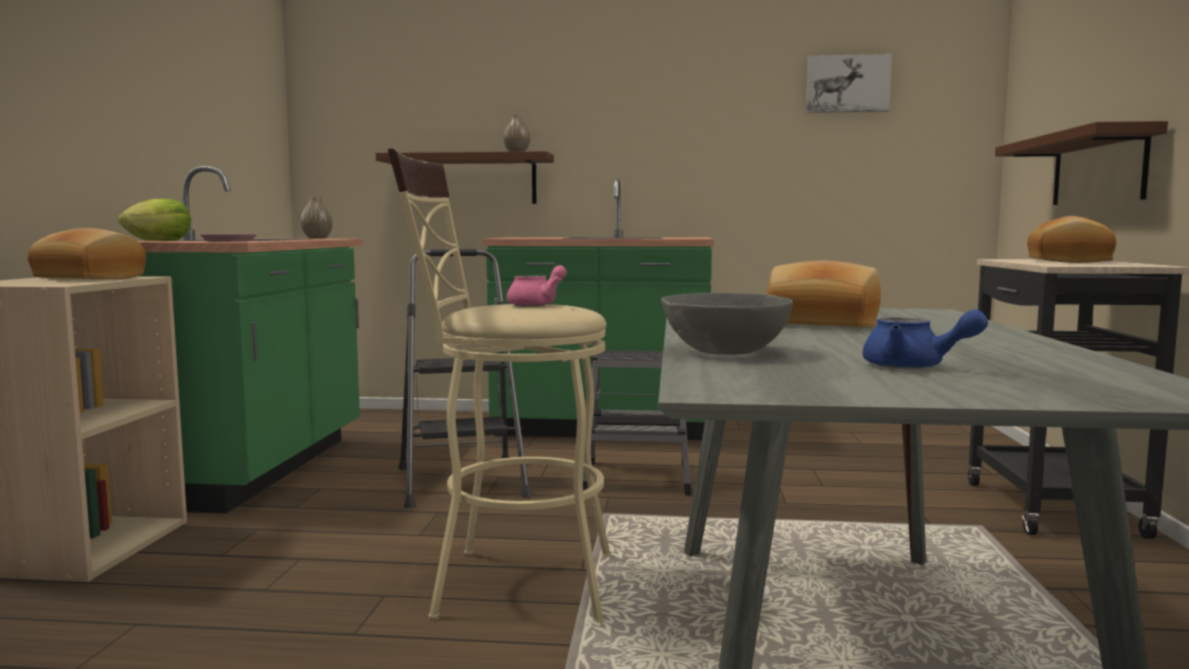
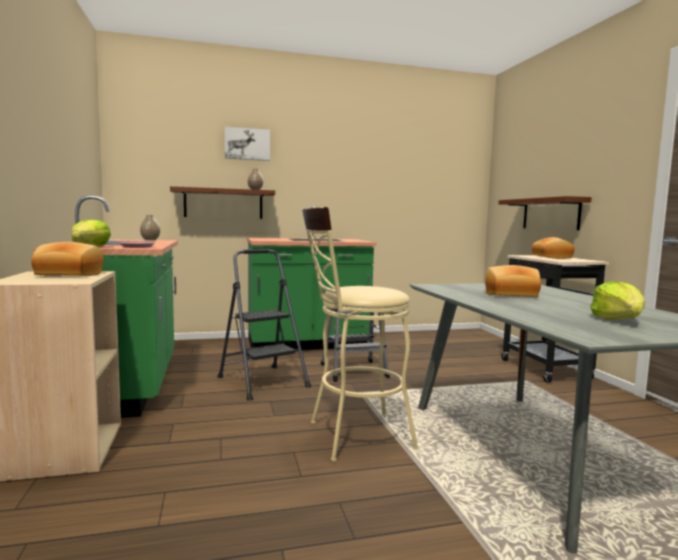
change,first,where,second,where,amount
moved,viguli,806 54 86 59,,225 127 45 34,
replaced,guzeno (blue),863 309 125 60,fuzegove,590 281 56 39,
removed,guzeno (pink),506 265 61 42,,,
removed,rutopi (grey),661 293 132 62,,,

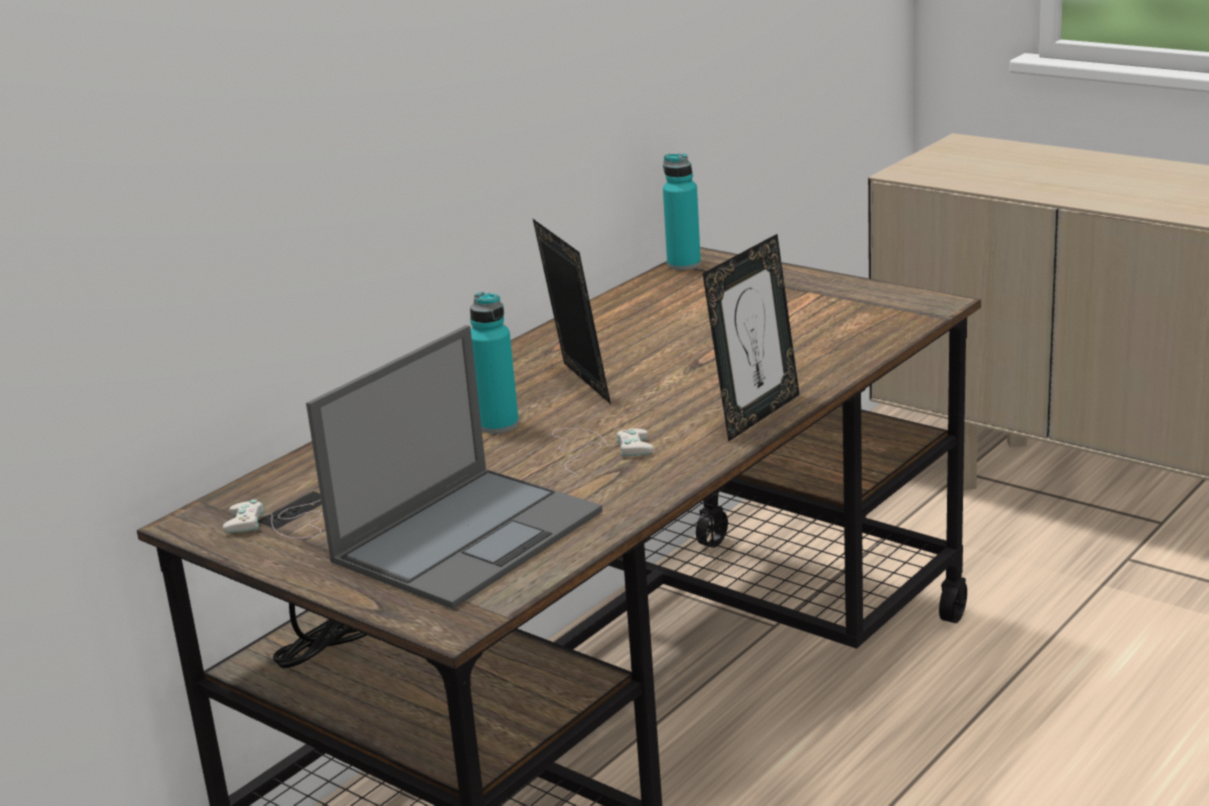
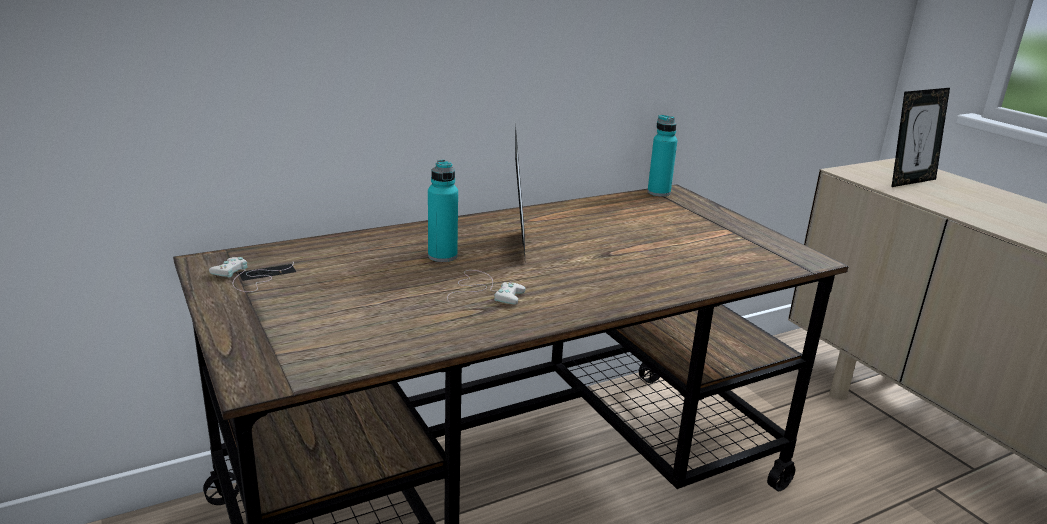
change,first,where,second,where,amount
moved,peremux,703 234 97 208,,892 88 58 99,
removed,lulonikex,306 325 297 284,,,

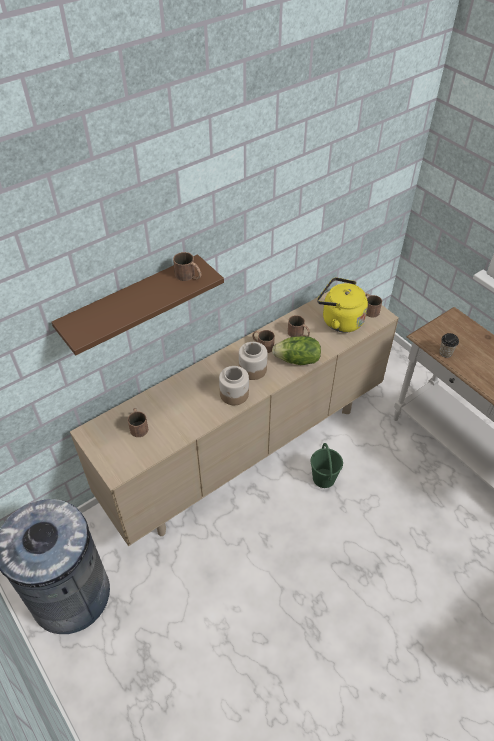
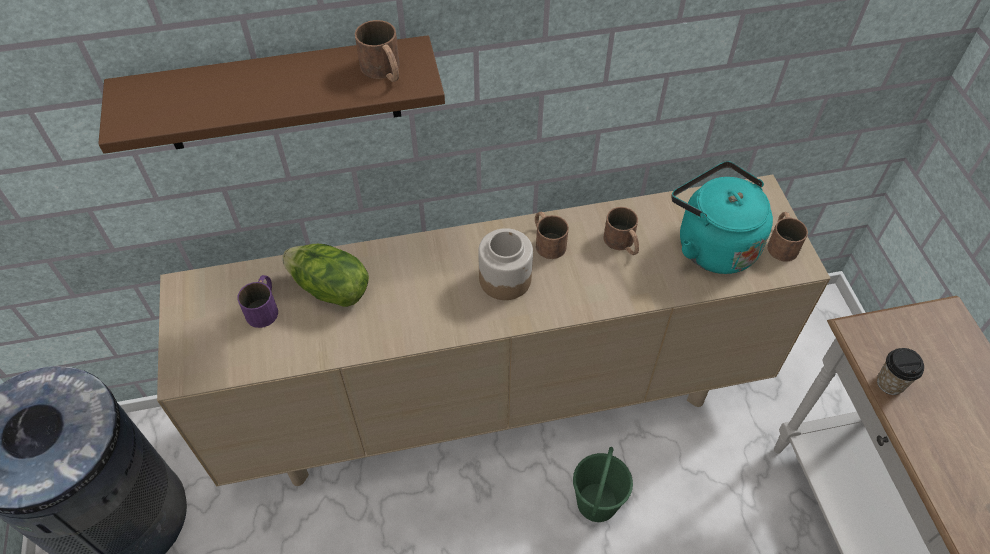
change,first,where,second,where,amount
recoloured,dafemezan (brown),128 408 20 29,dafemezan (purple),237 275 41 53,
moved,fuzegove,272 336 49 29,,282 244 87 63,
recoloured,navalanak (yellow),317 277 51 56,navalanak (turquoise),672 161 101 113,
removed,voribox,219 366 30 39,,,

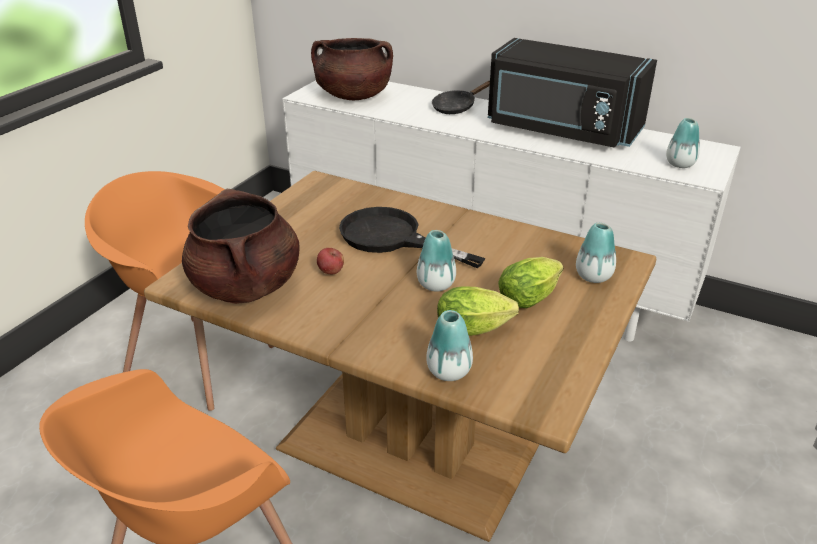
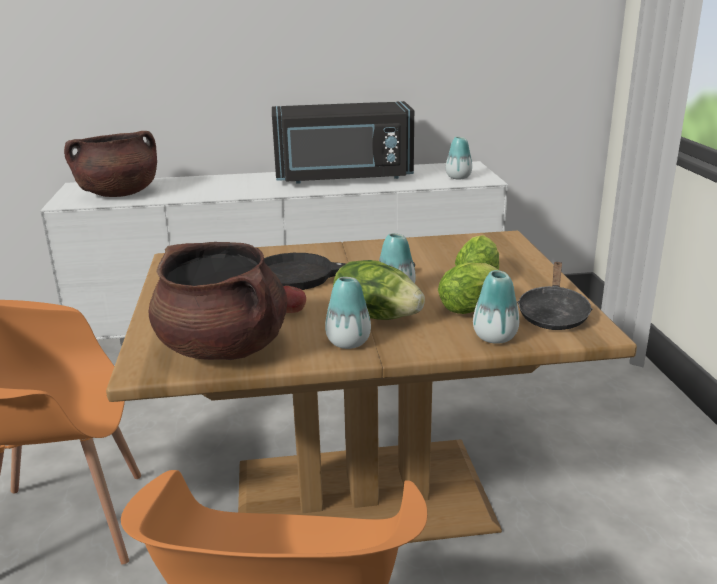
change,first,where,second,where,amount
moved,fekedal,576 223 40 60,,325 277 46 72,
added,,,fuzegove,333 260 92 60,
moved,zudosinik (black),432 80 58 34,,517 262 76 68,

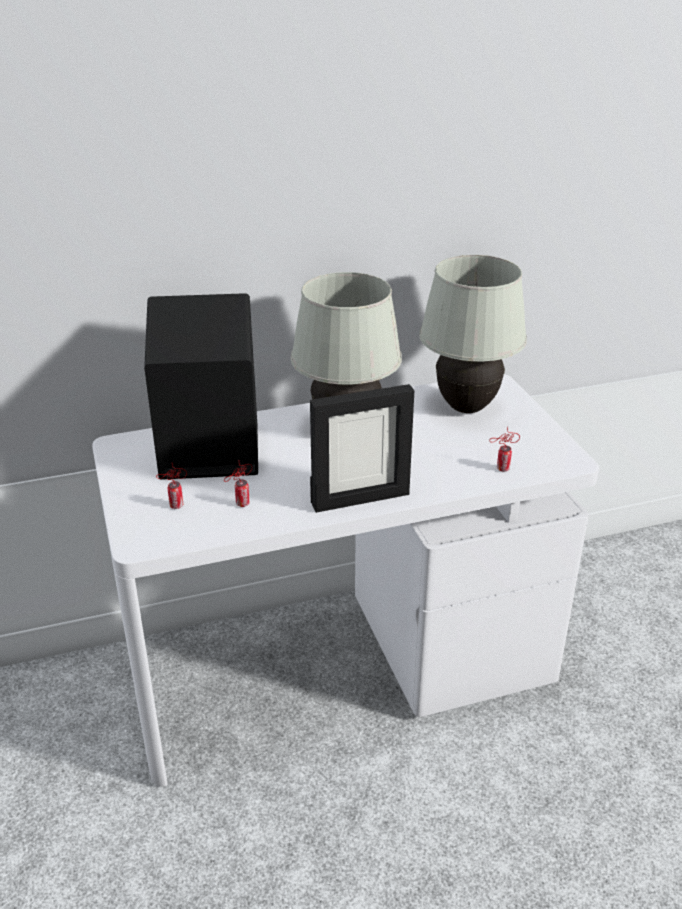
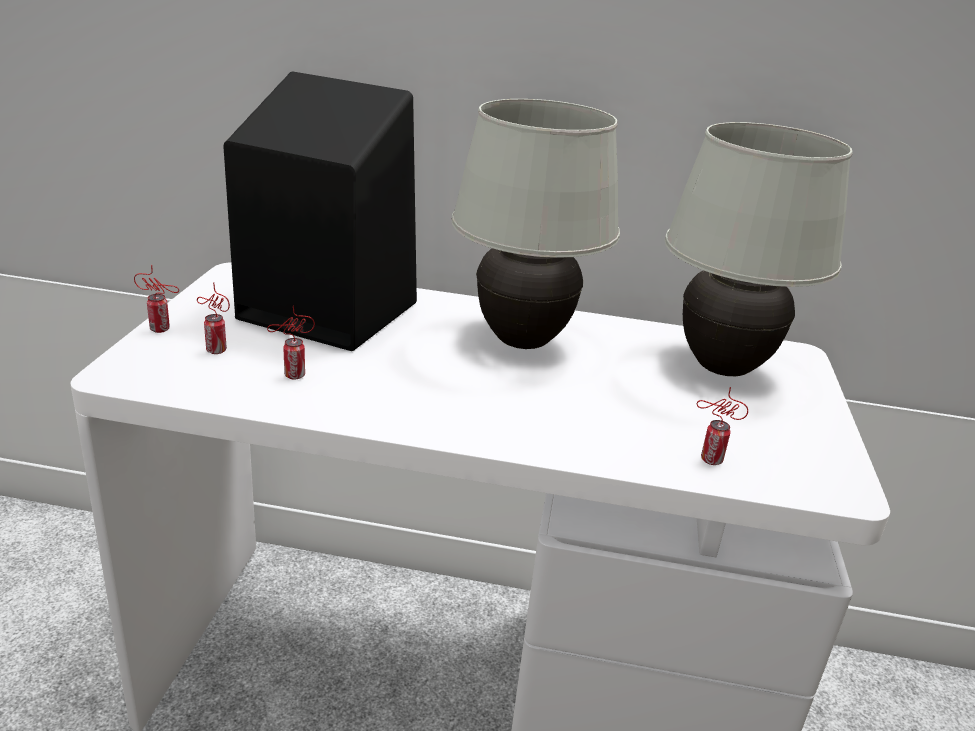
change,first,where,second,where,amount
added,,,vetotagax,134 265 45 68,
removed,peremux,310 384 104 129,,,

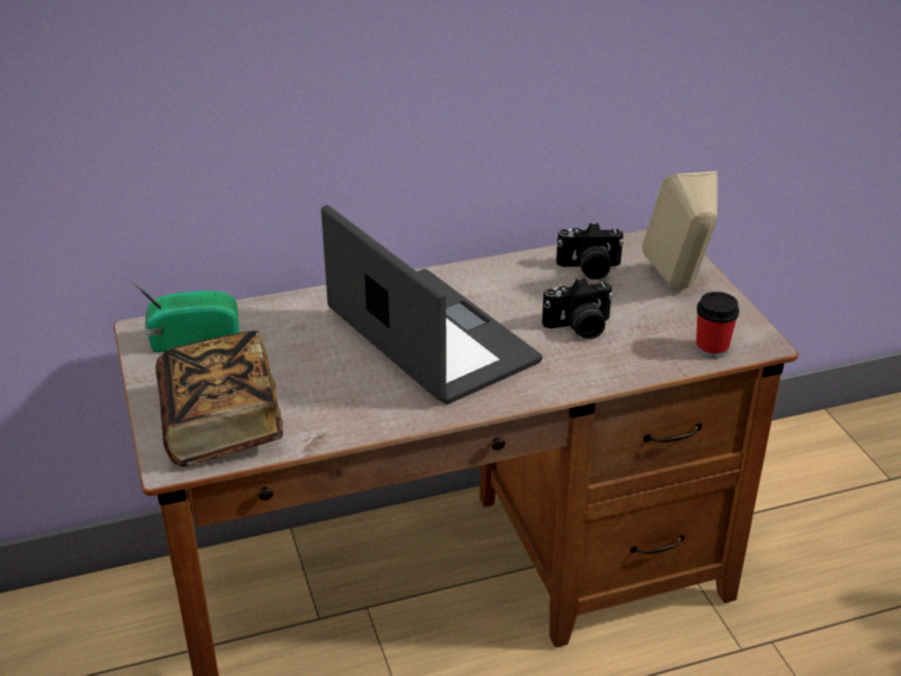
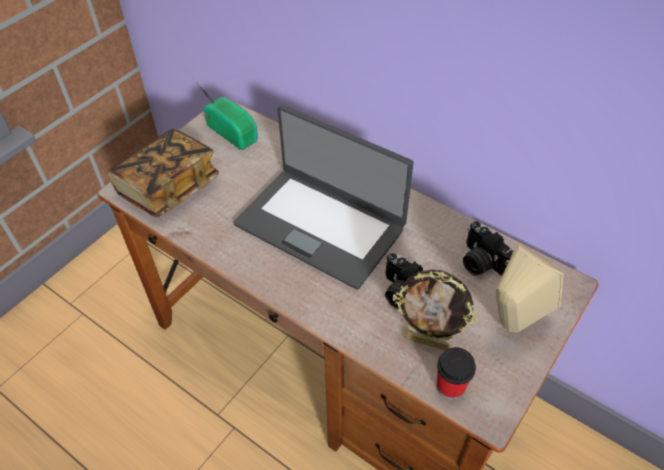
change,first,where,second,where,amount
turned,lulonikex,321 205 222 199,,234 105 180 185,105 degrees clockwise
added,,,peremux,393 269 85 81,

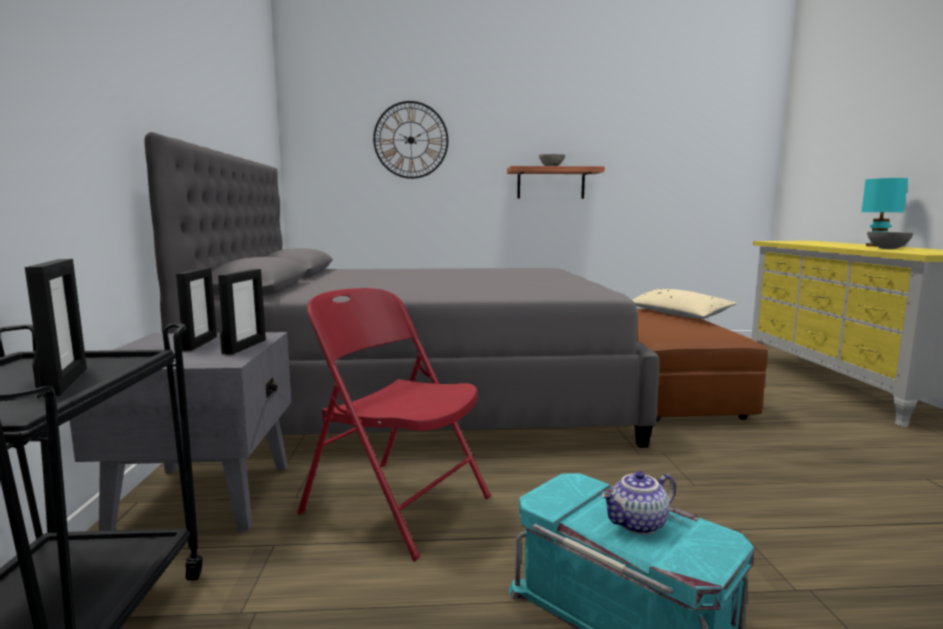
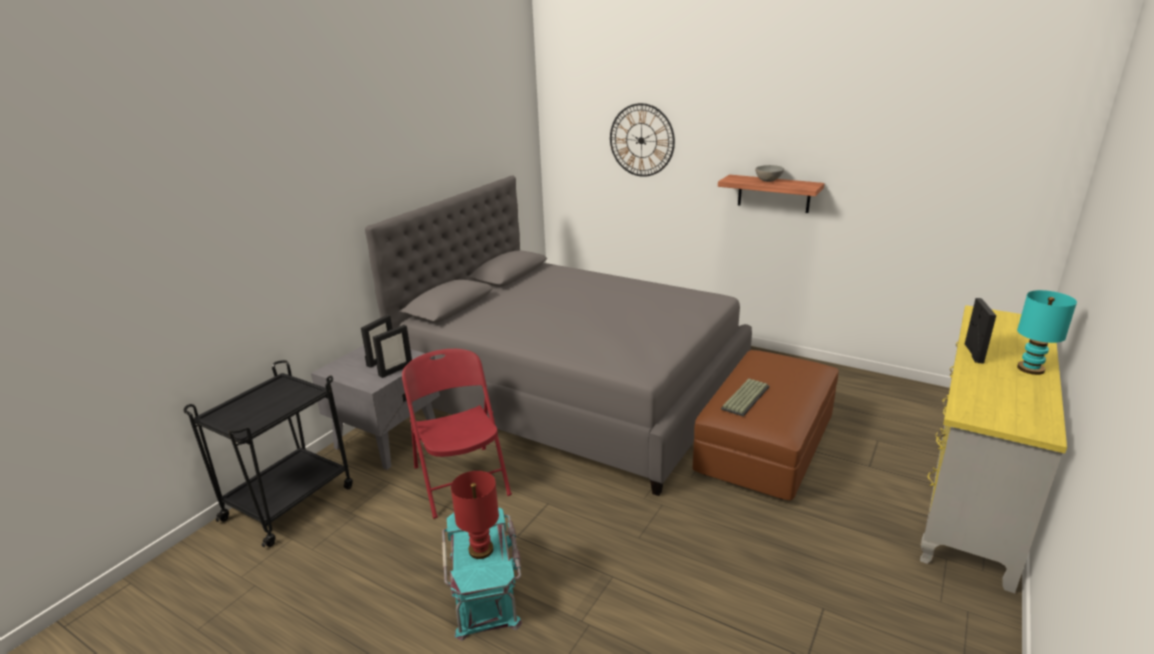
change,first,where,second,where,amount
replaced,guzeno,601 471 75 64,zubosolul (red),451 471 48 88,
added,,,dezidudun,721 378 48 39,
moved,peremux,25 259 62 139,,965 298 31 66,
removed,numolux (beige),633 289 104 30,,,
removed,rutopi (grey),867 232 46 17,,,

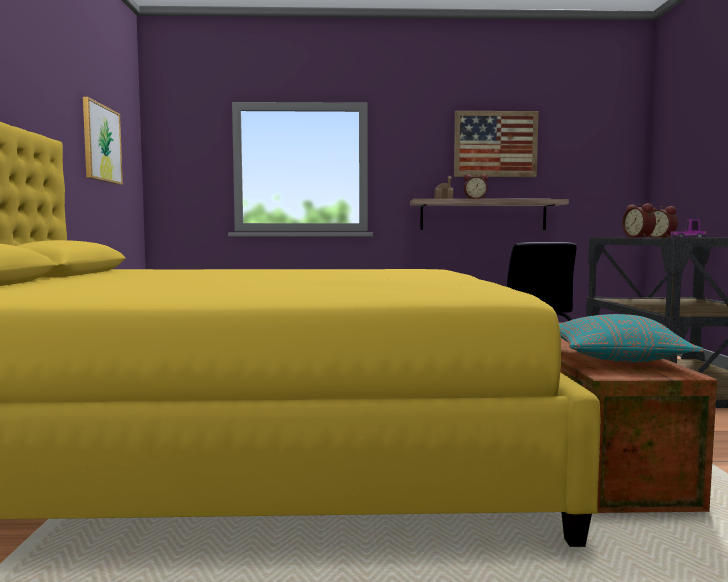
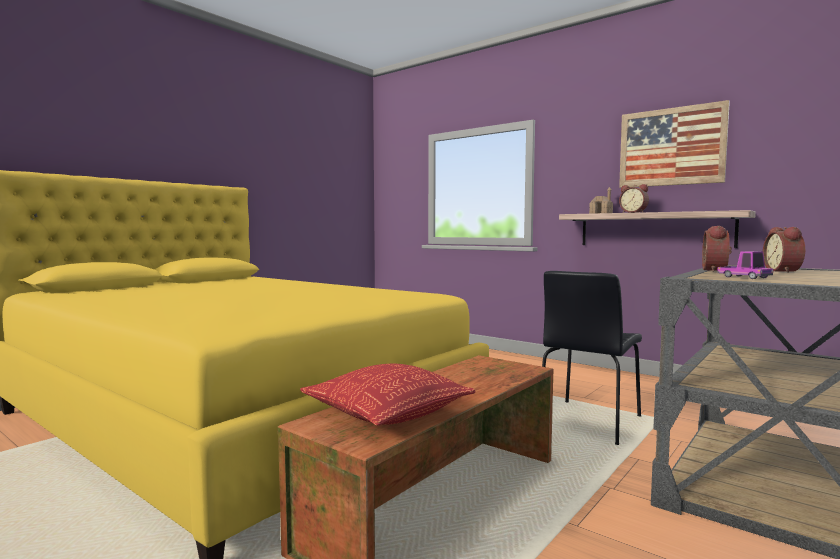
change,first,where,second,where,amount
recoloured,numolux (turquoise),559 314 146 48,numolux (red),300 364 176 62,
removed,viguli,83 97 40 88,,,

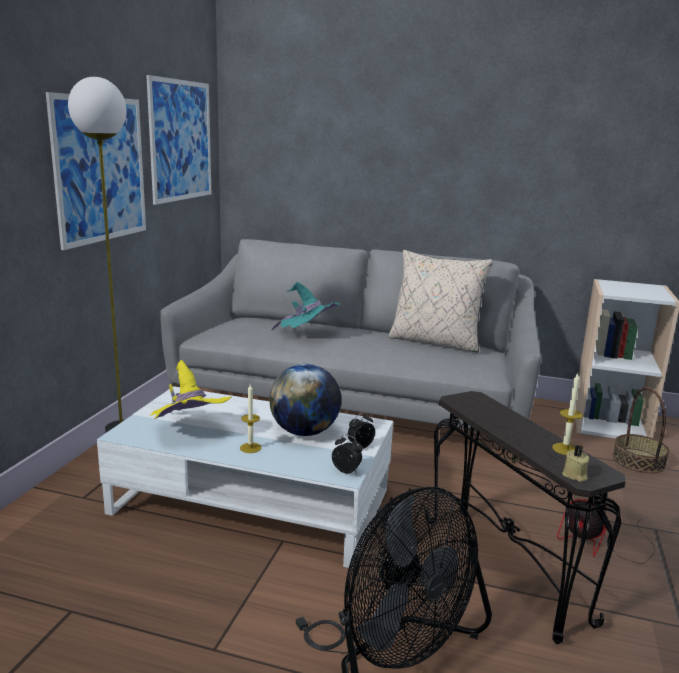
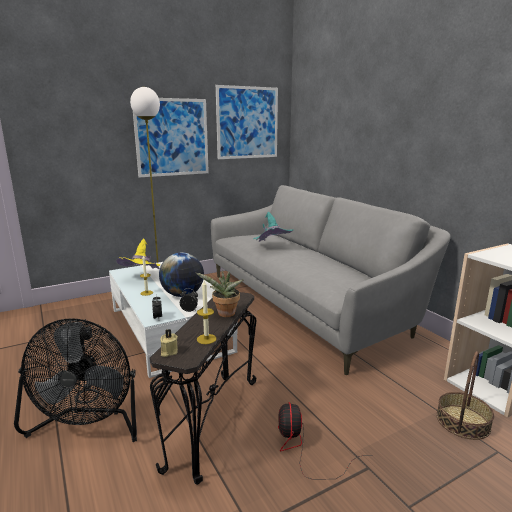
change,first,where,second,where,amount
added,,,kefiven,196 270 48 47,
removed,numolux (beige),389 250 104 102,,,

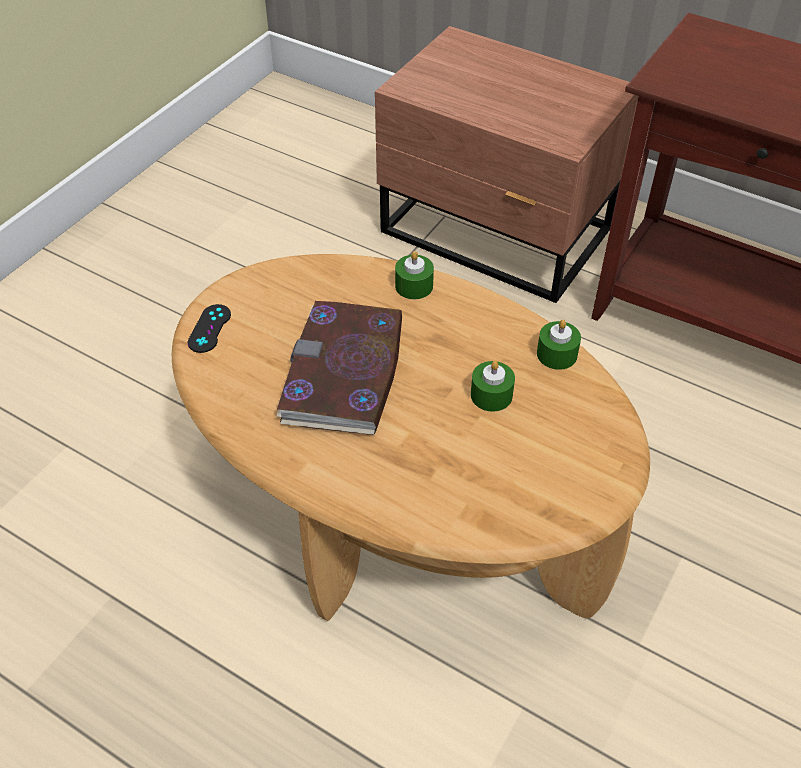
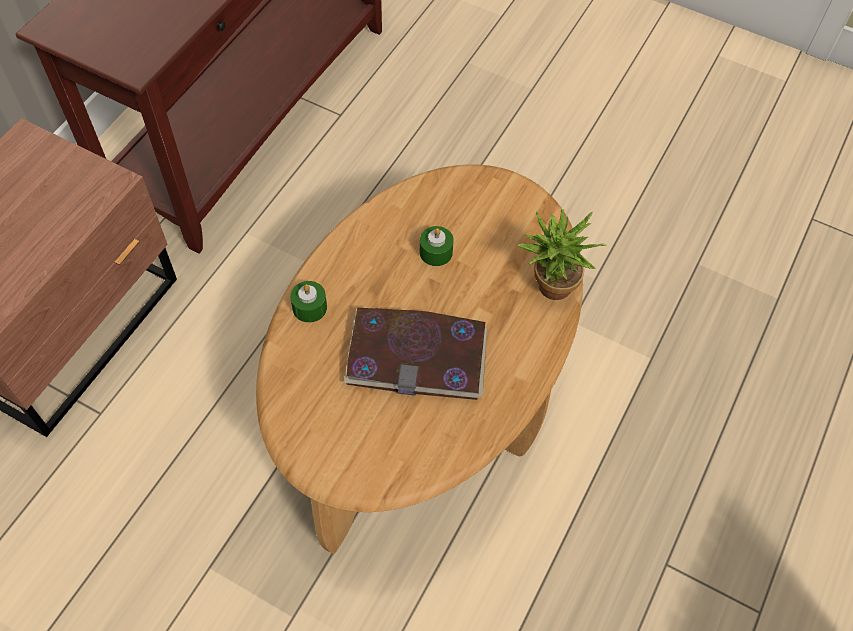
change,first,where,second,where,amount
added,,,kefiven,518 209 89 91,
removed,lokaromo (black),188 304 43 49,,,
removed,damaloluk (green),537 320 44 50,,,

